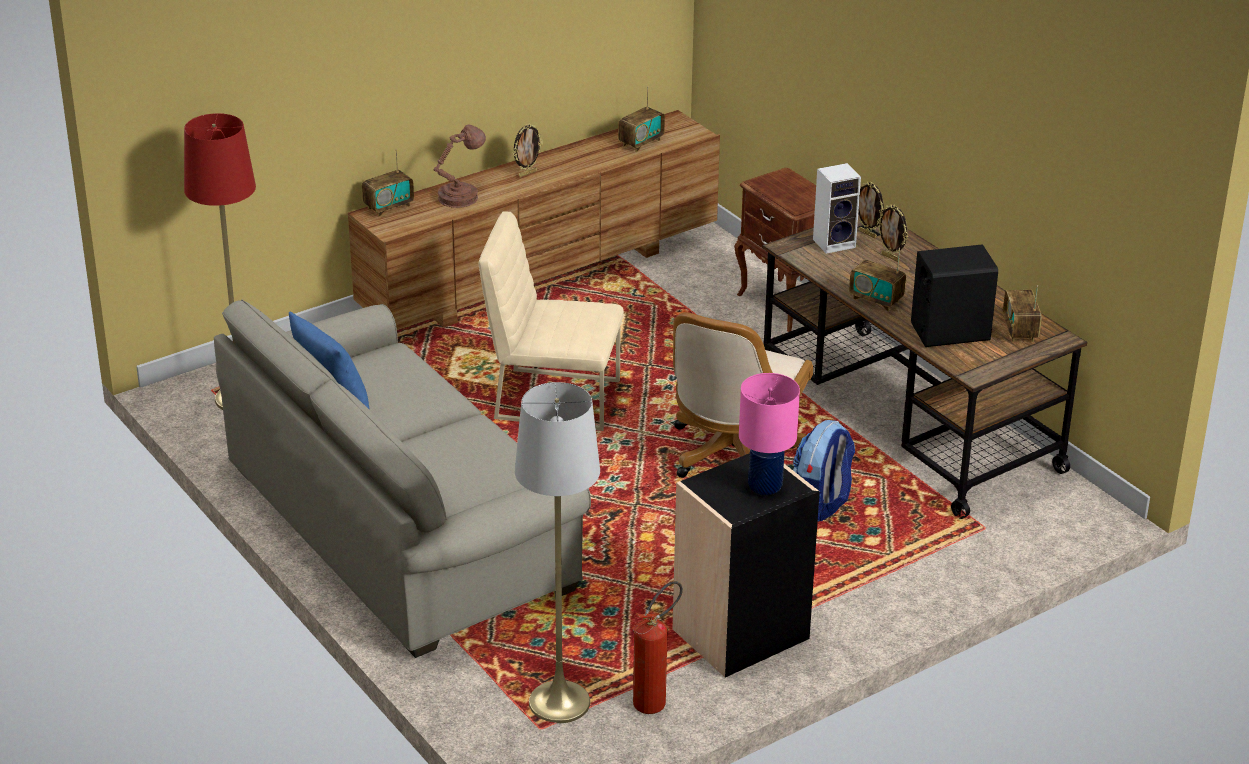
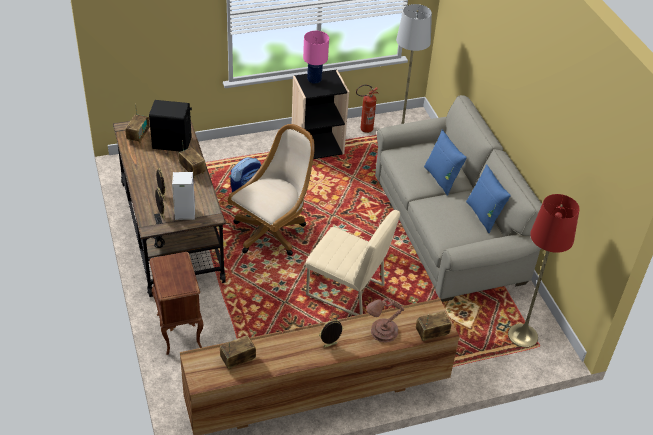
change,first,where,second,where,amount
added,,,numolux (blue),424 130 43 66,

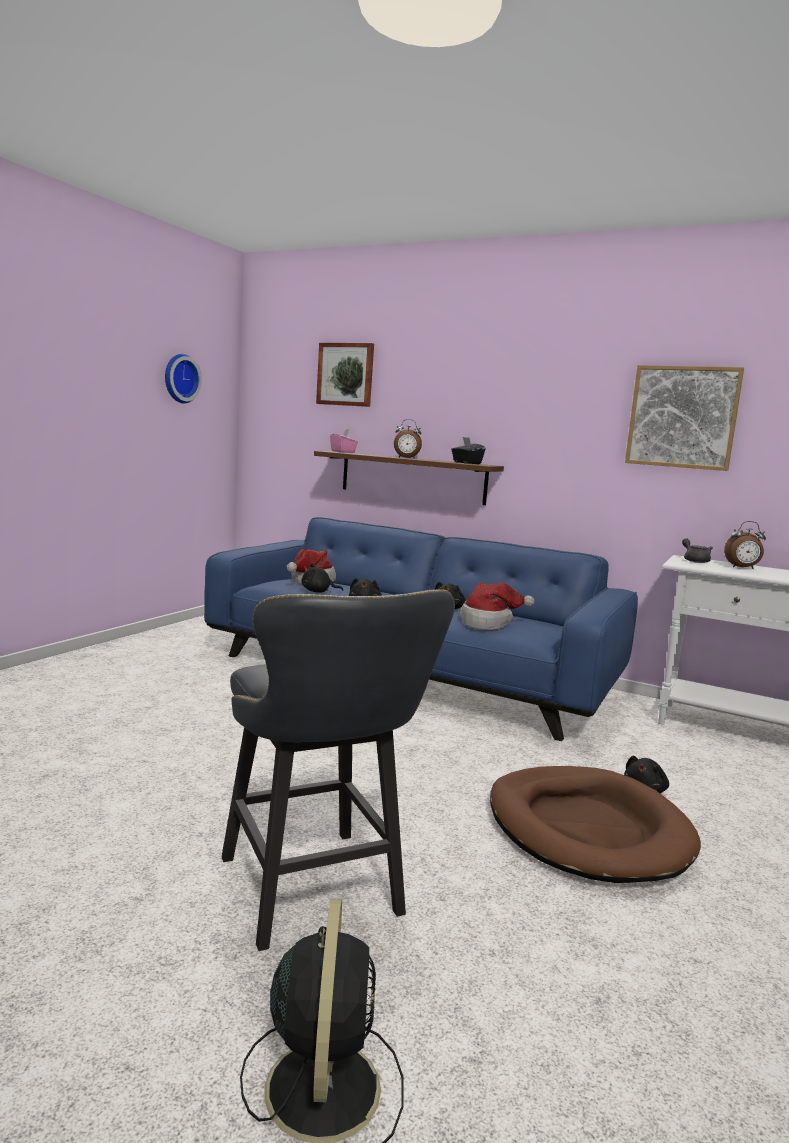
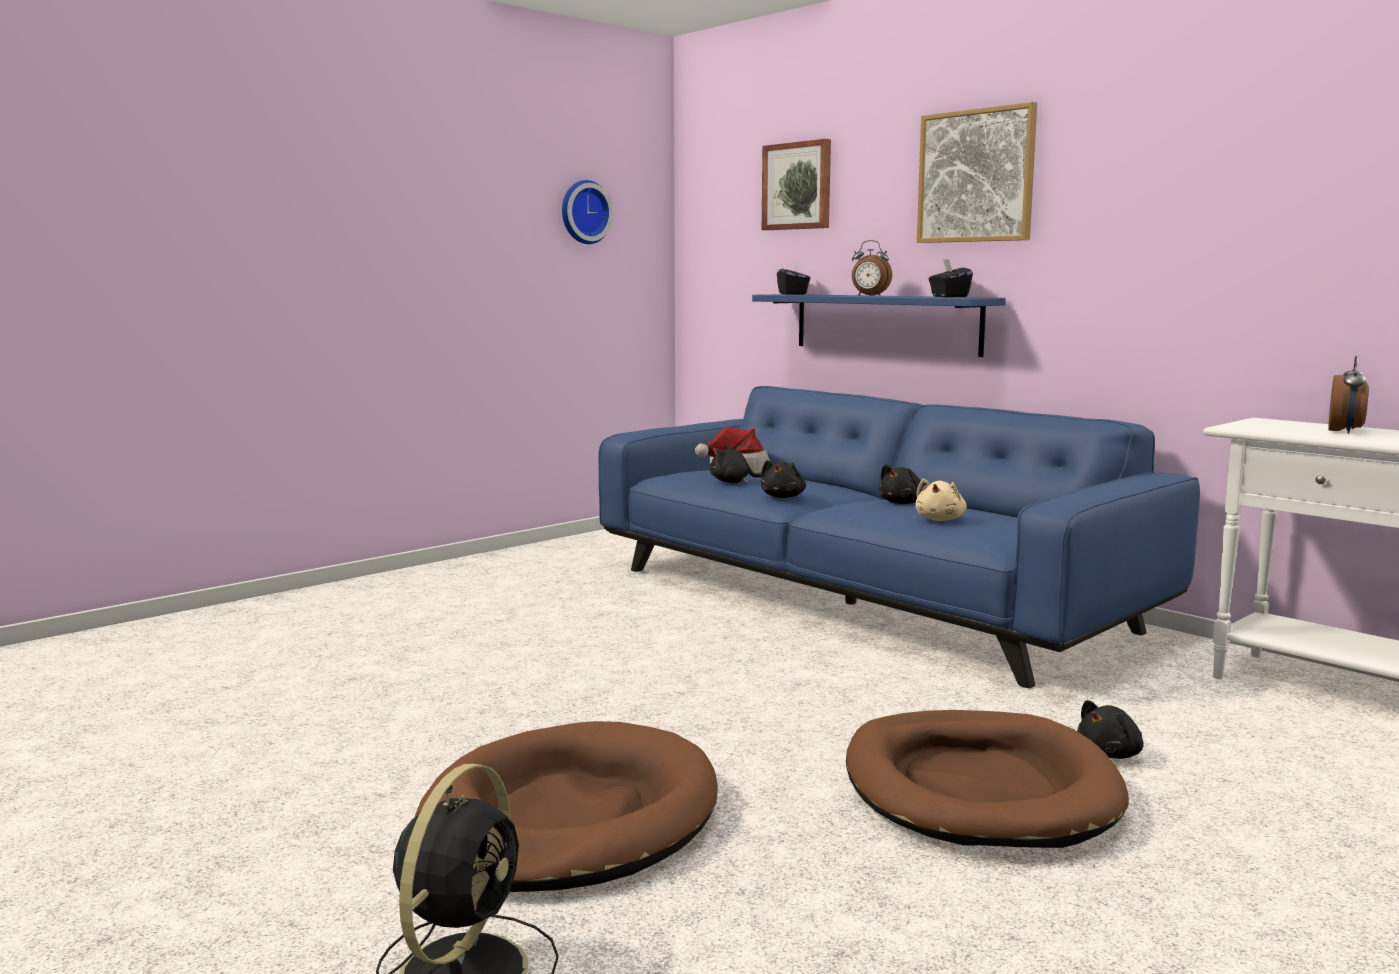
change,first,where,second,where,amount
replaced,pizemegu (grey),221 589 234 362,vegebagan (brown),415 721 303 171,
recoloured,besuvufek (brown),314 451 190 54,besuvufek (blue),752 294 254 63,
recoloured,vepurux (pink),330 429 28 24,vepurux (black),777 261 33 34,
replaced,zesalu,460 582 74 48,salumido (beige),916 479 51 42,
moved,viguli,625 365 119 106,,917 102 120 141,
turned,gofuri,724 521 42 48,,1328 356 41 78,90 degrees counterclockwise
removed,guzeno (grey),682 538 31 25,,,

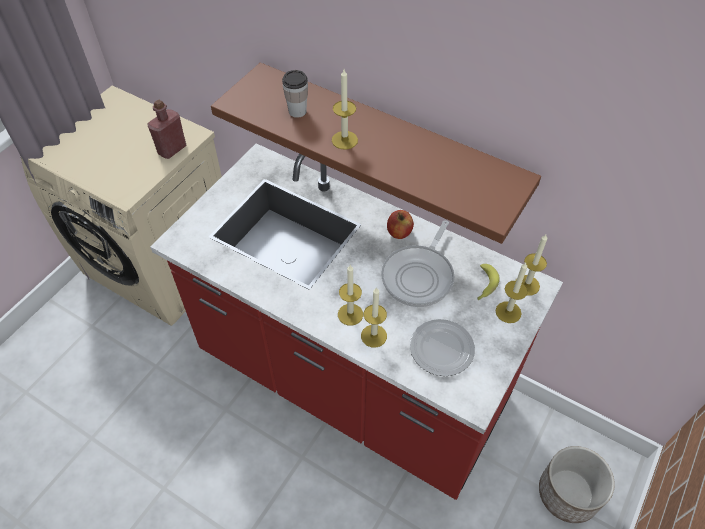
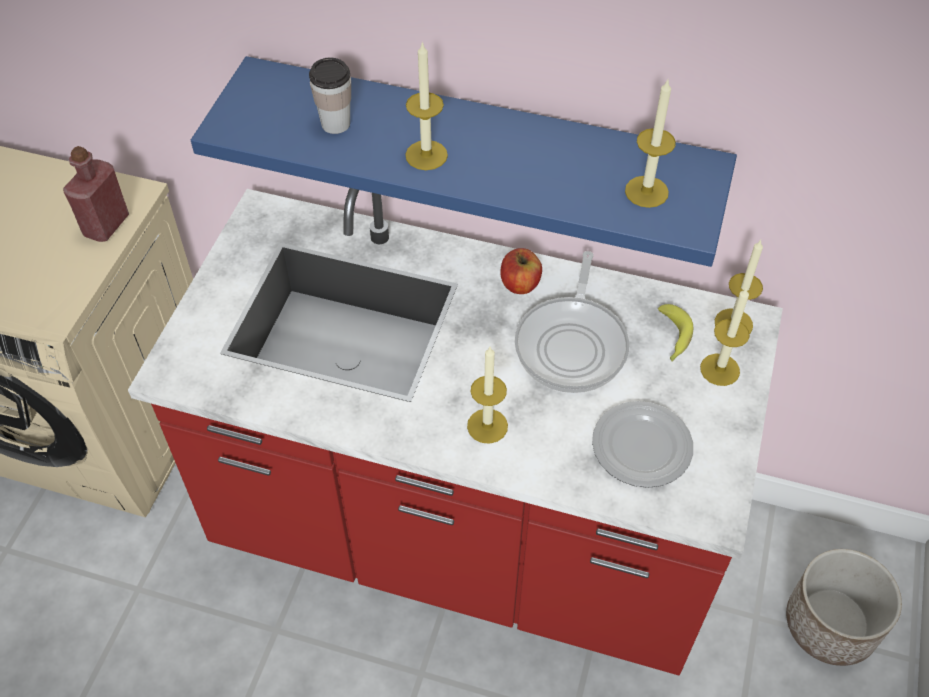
change,first,where,second,where,amount
recoloured,besuvufek (brown),211 63 330 181,besuvufek (blue),191 56 546 211,
moved,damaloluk,361 287 26 61,,625 80 51 128,

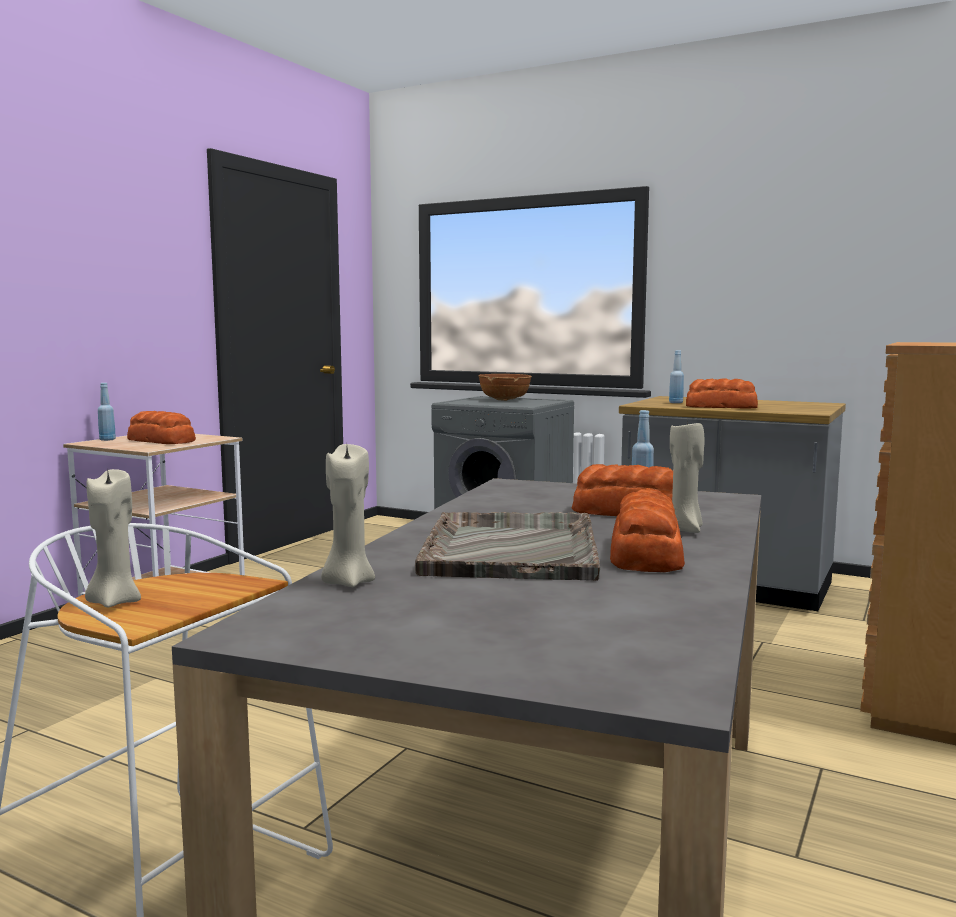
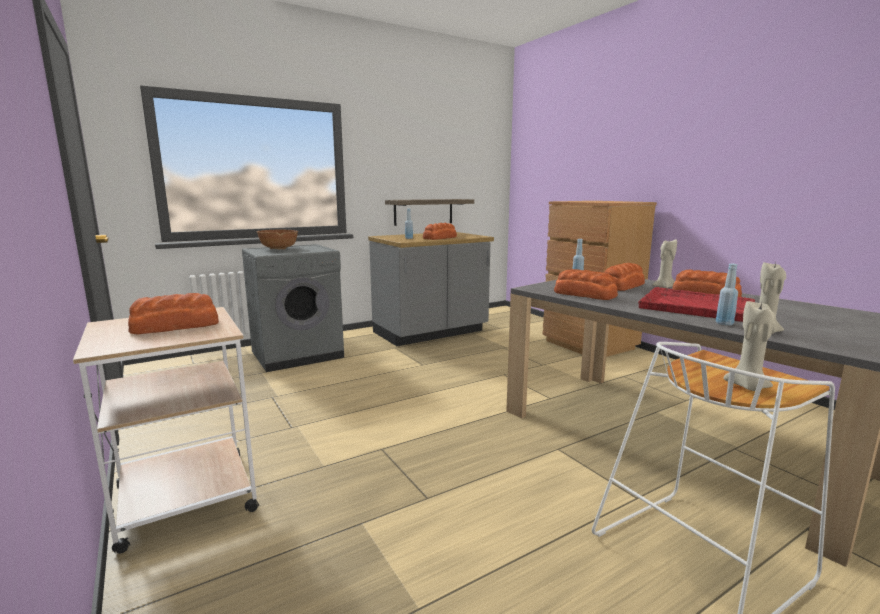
change,first,where,second,where,amount
added,,,besuvufek,385 199 89 27,
added,,,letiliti,554 269 64 31,
recoloured,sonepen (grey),415 512 185 69,sonepen (red),638 287 117 35,
moved,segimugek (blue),98 383 18 58,,716 264 22 62,

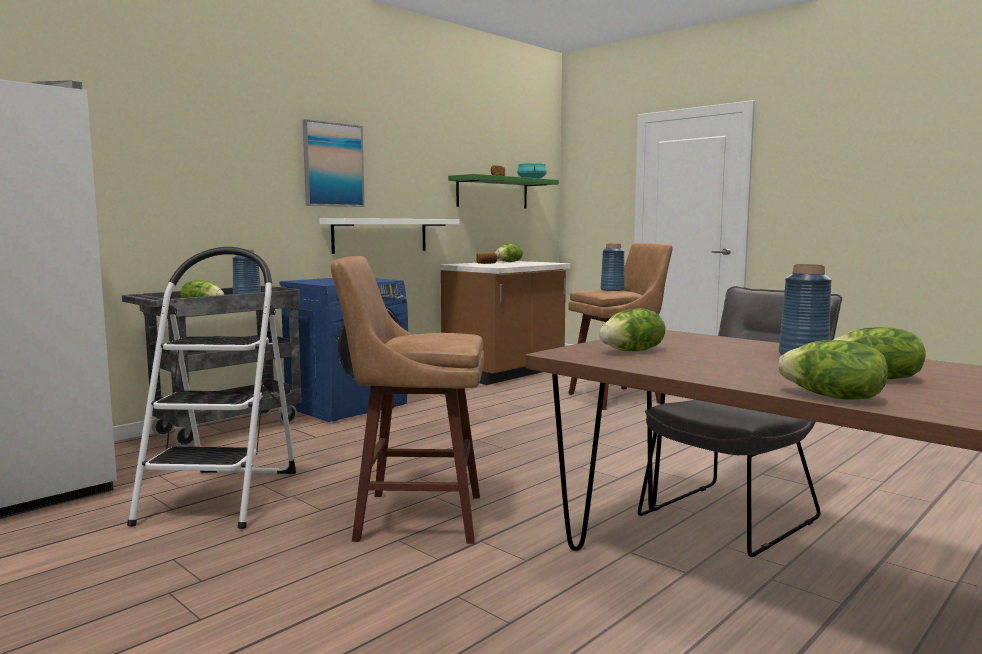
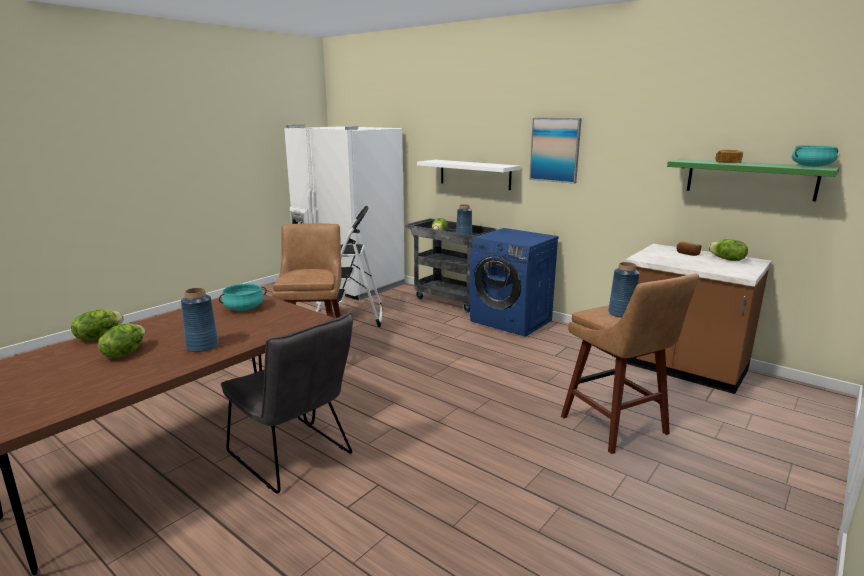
change,first,where,second,where,amount
replaced,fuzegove,599 308 66 43,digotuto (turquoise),219 283 48 28,
moved,besuvufek (white),320 218 140 36,,417 160 103 30,

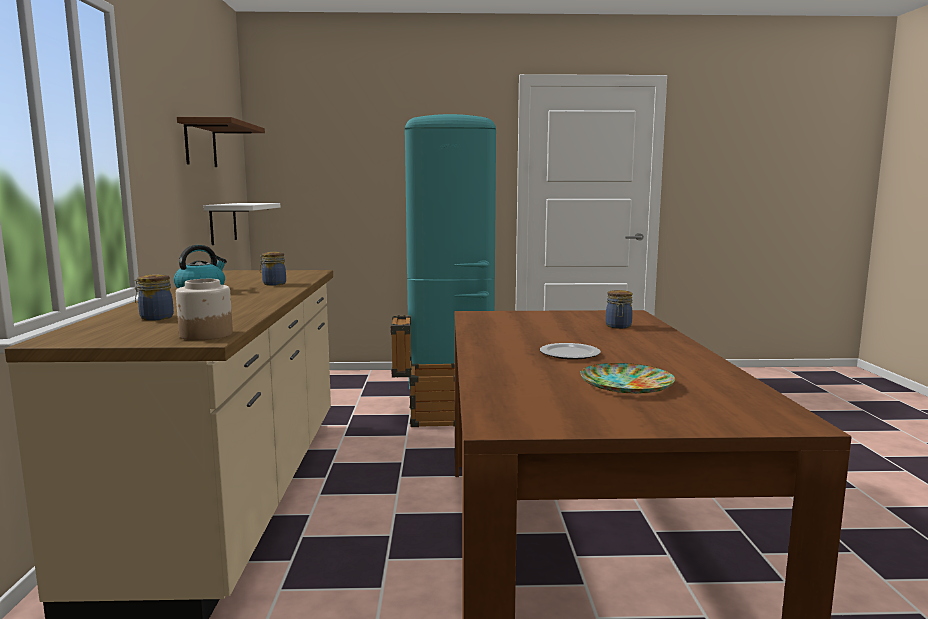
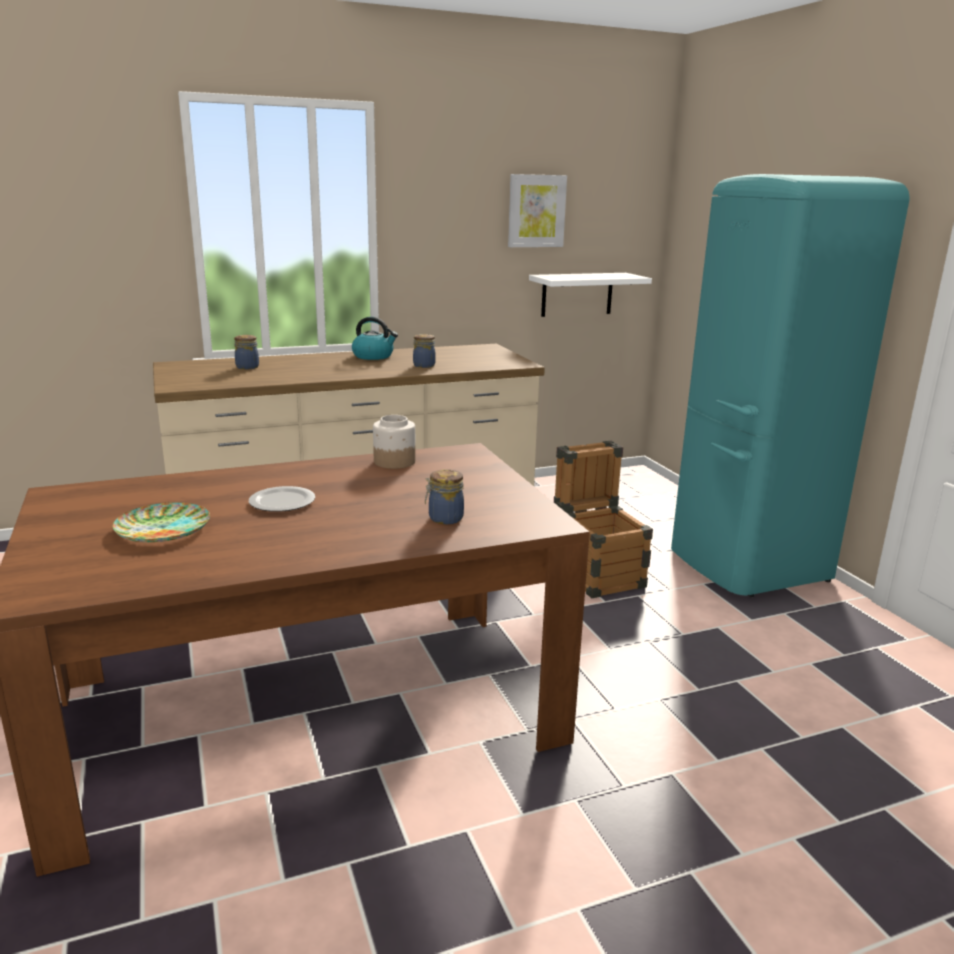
change,first,where,second,where,amount
moved,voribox,176 279 57 61,,373 415 43 54,
replaced,besuvufek (brown),177 117 88 50,viguli,508 174 59 73,

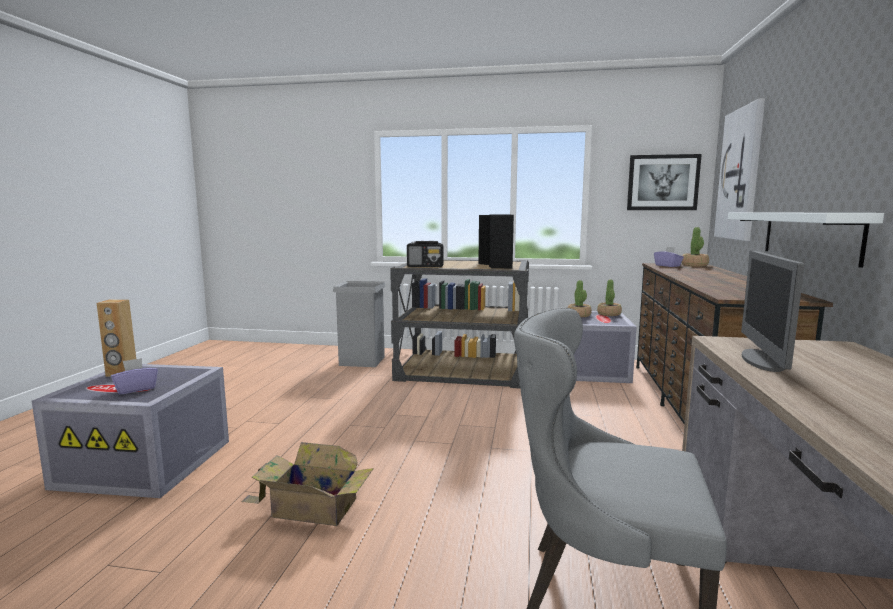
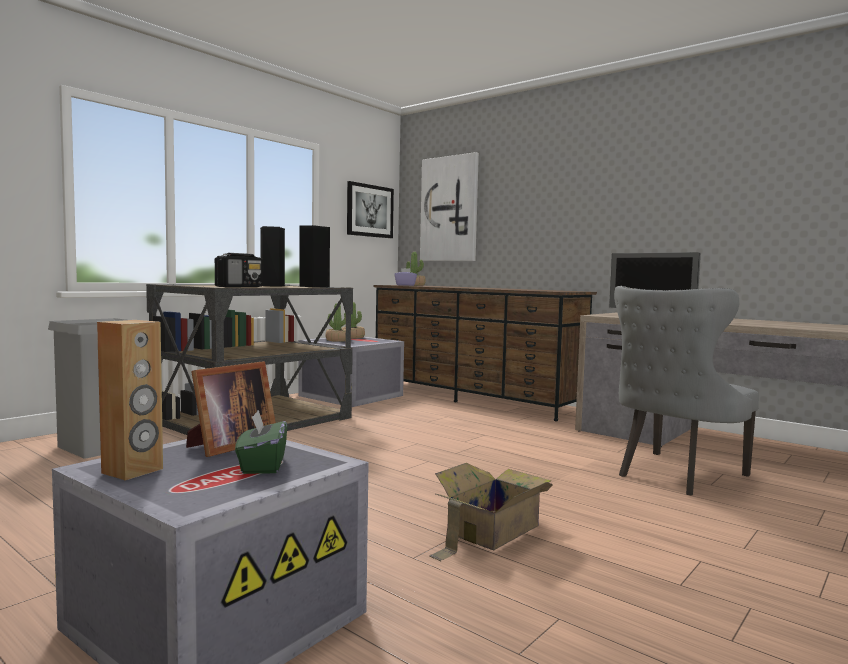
change,first,where,second,where,amount
added,,,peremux,186 361 90 96,
recoloured,vepurux (purple),111 358 47 37,vepurux (green),235 410 52 64,
removed,besuvufek (white),728 212 156 56,,,

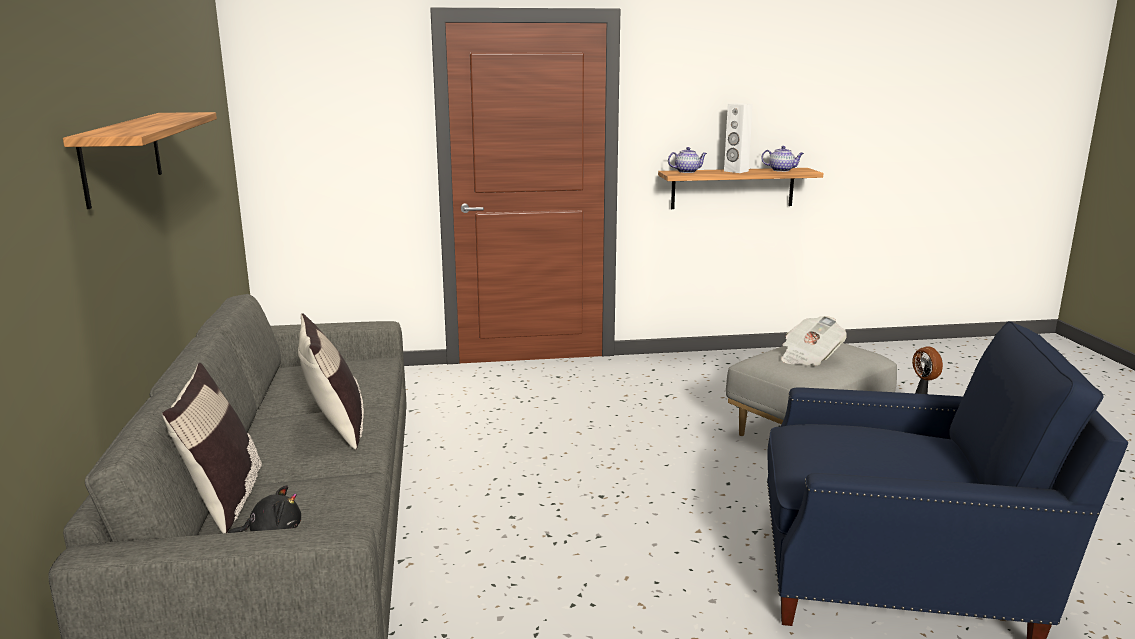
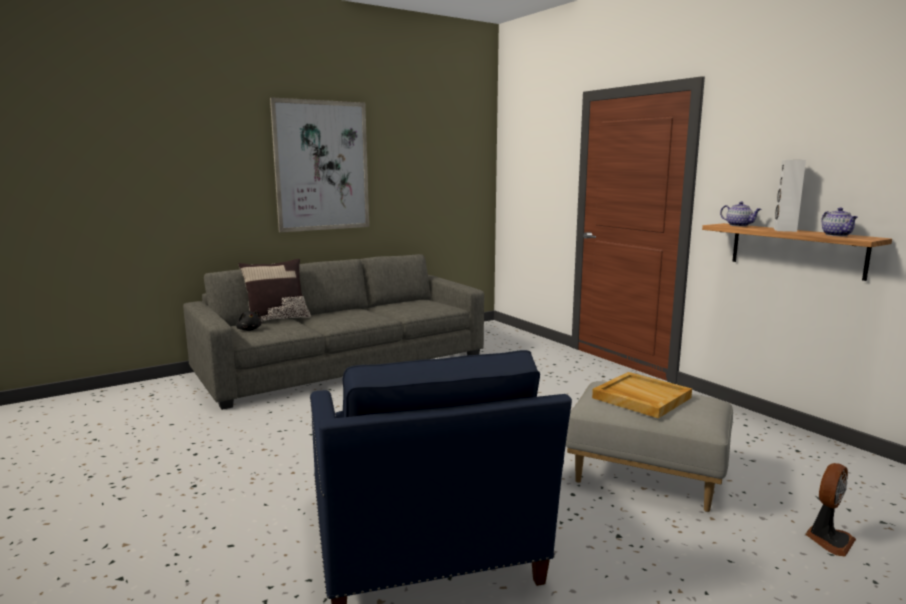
change,first,where,second,where,amount
replaced,besuvufek,63 112 154 97,viguli,270 97 99 135,
replaced,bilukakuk,781 316 66 49,sonepen (beige),592 372 100 46,
removed,numolux,298 313 66 136,,,

